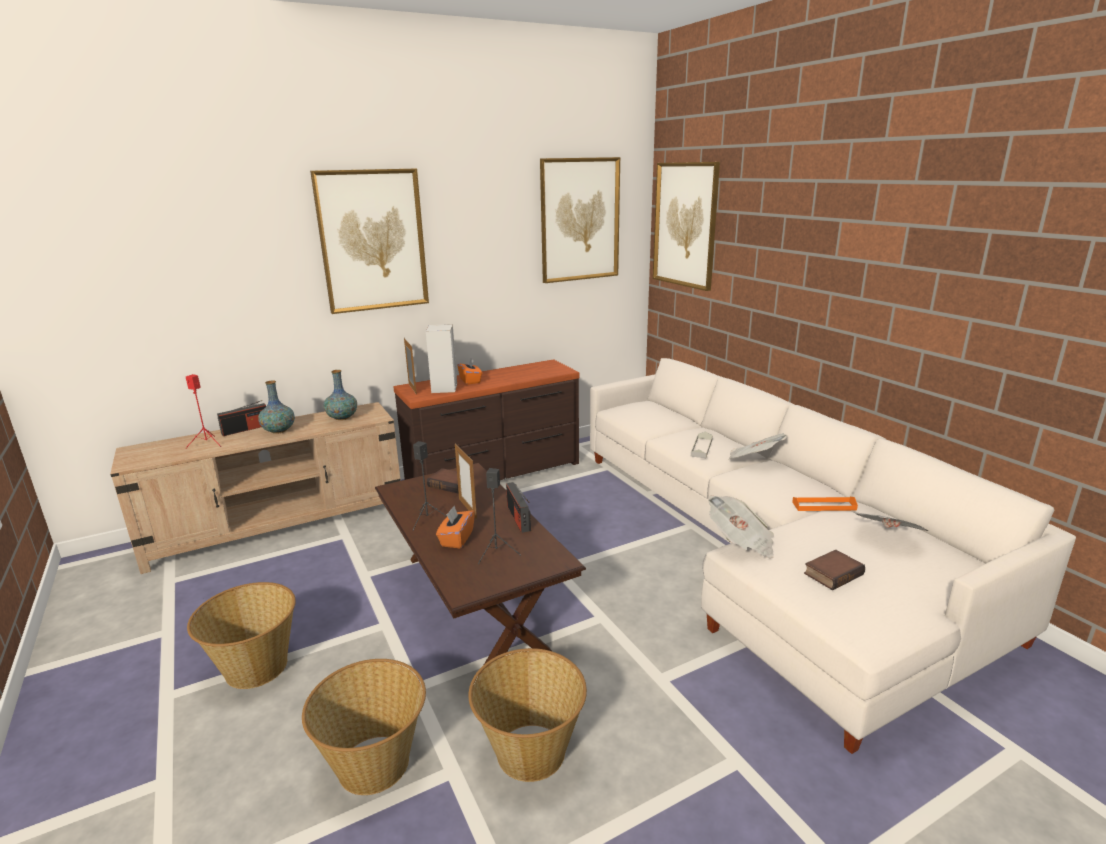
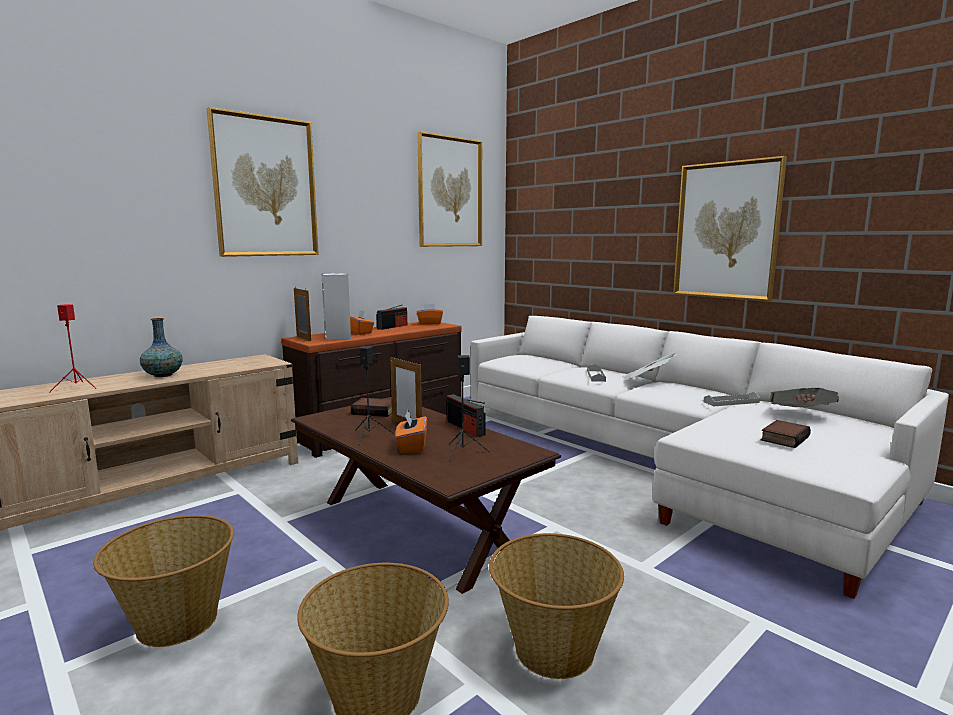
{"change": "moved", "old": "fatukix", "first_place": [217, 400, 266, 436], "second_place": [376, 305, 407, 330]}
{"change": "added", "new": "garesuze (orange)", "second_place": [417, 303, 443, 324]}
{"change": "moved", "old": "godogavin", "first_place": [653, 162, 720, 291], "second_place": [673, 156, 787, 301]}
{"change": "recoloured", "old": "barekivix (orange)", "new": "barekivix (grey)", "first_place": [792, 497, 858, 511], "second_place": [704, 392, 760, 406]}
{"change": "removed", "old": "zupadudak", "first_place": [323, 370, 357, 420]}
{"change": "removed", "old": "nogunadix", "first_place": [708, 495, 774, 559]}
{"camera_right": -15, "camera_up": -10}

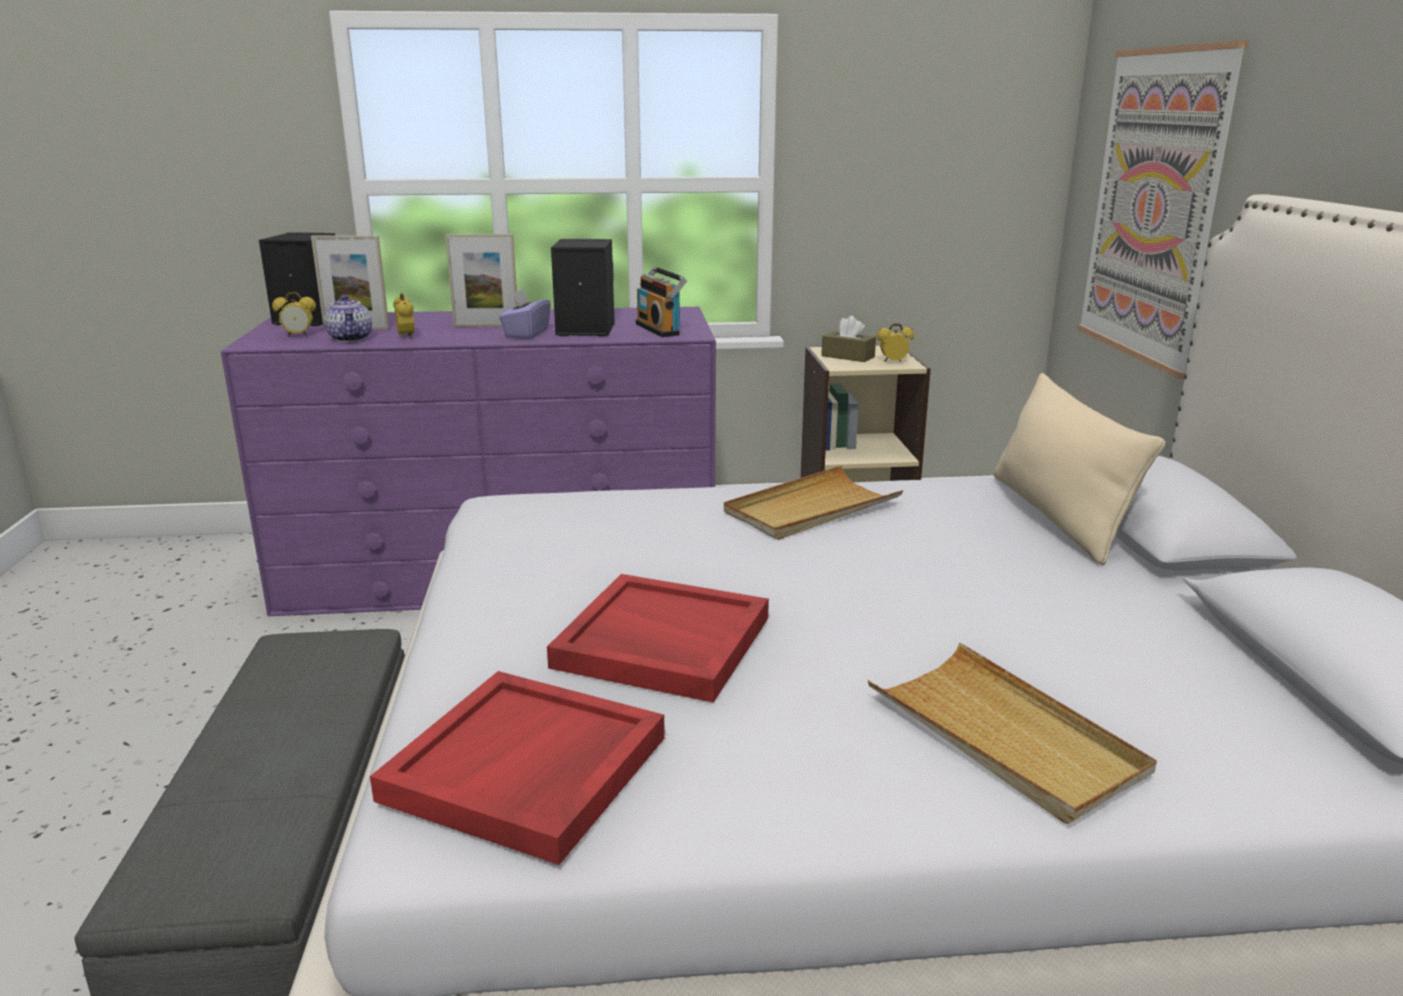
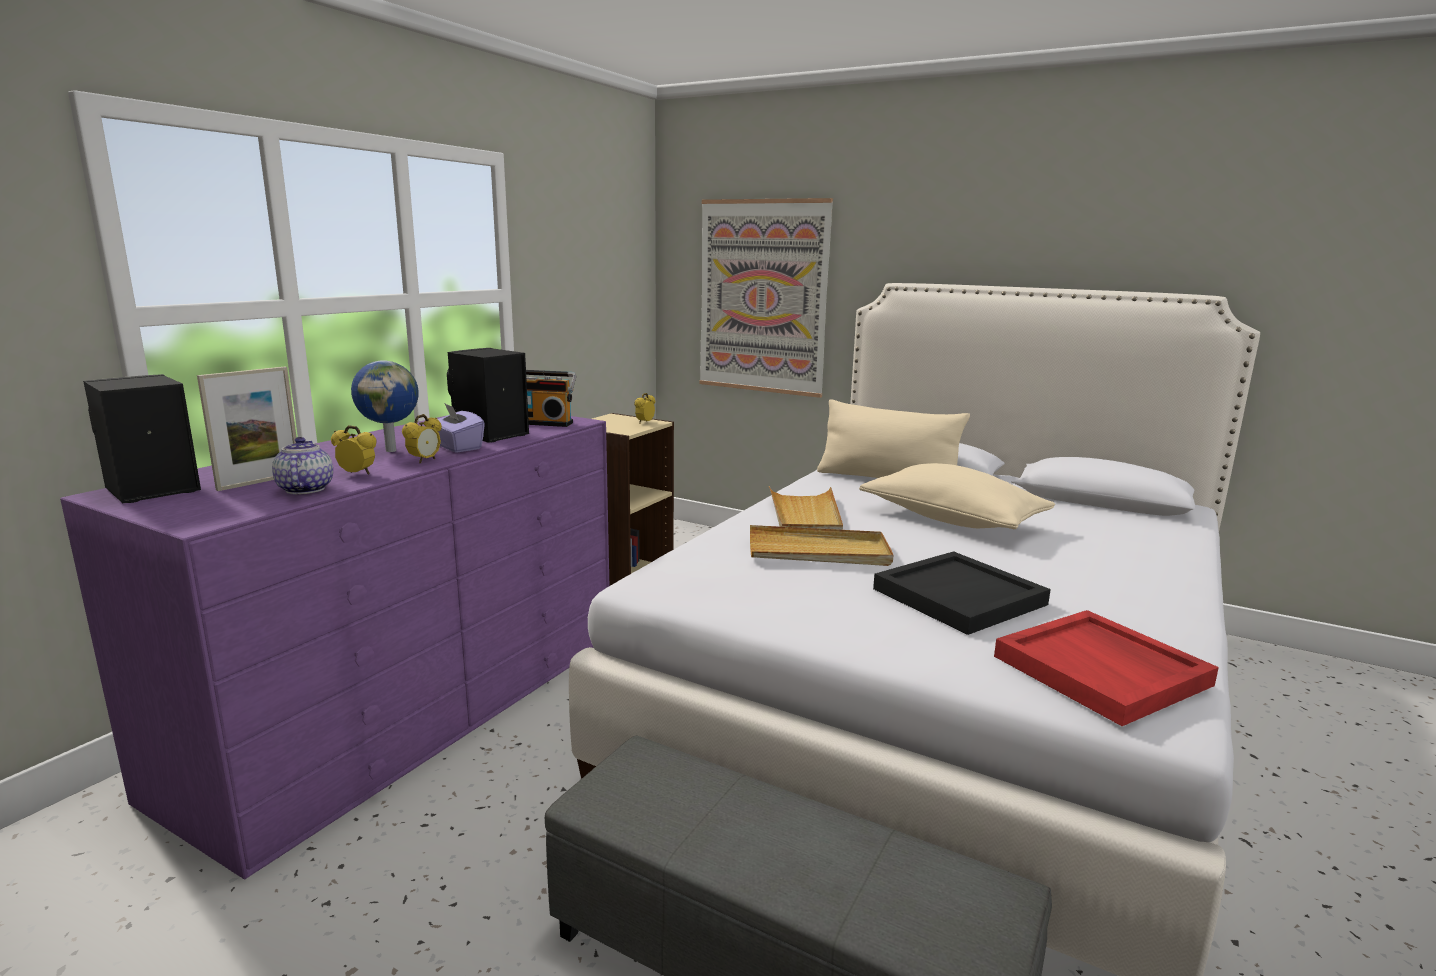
{"change": "turned", "old": "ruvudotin", "first_place": [324, 295, 372, 342], "second_place": [272, 437, 333, 494], "degrees": -120}
{"change": "replaced", "old": "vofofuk", "new": "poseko", "first_place": [445, 234, 518, 327], "second_place": [351, 360, 419, 452]}
{"change": "moved", "old": "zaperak", "first_place": [272, 292, 316, 337], "second_place": [402, 414, 442, 463]}
{"change": "moved", "old": "barekivix (beige)", "first_place": [868, 643, 1157, 824], "second_place": [750, 525, 893, 566]}
{"change": "added", "new": "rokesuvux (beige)", "second_place": [859, 463, 1055, 529]}
{"change": "recoloured", "old": "barekivix (red)", "new": "barekivix (black)", "first_place": [547, 574, 769, 703], "second_place": [873, 551, 1051, 635]}
{"change": "removed", "old": "garesuze (brown)", "first_place": [821, 316, 876, 362]}
{"camera_right": -55, "camera_up": -5}

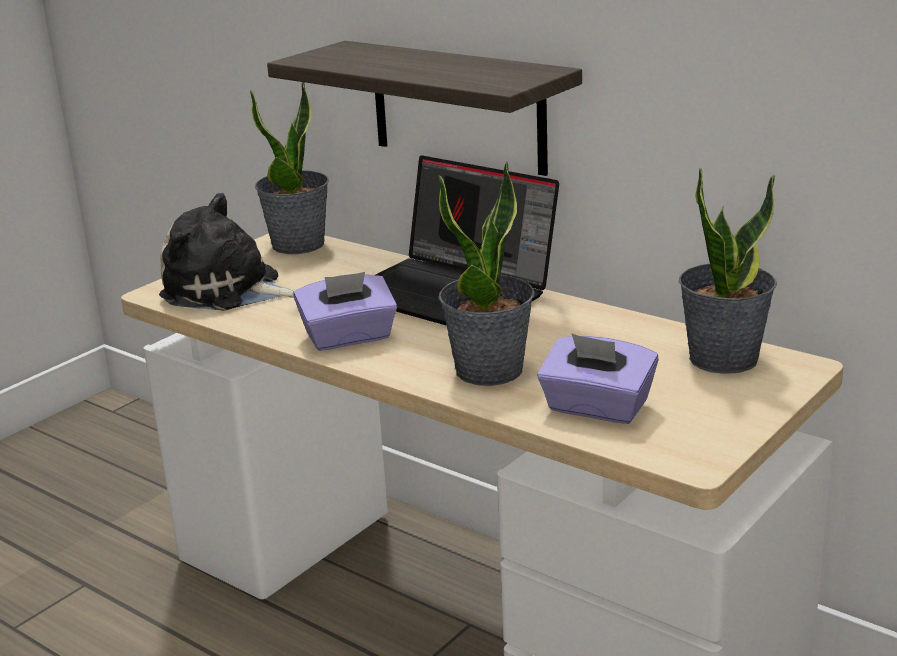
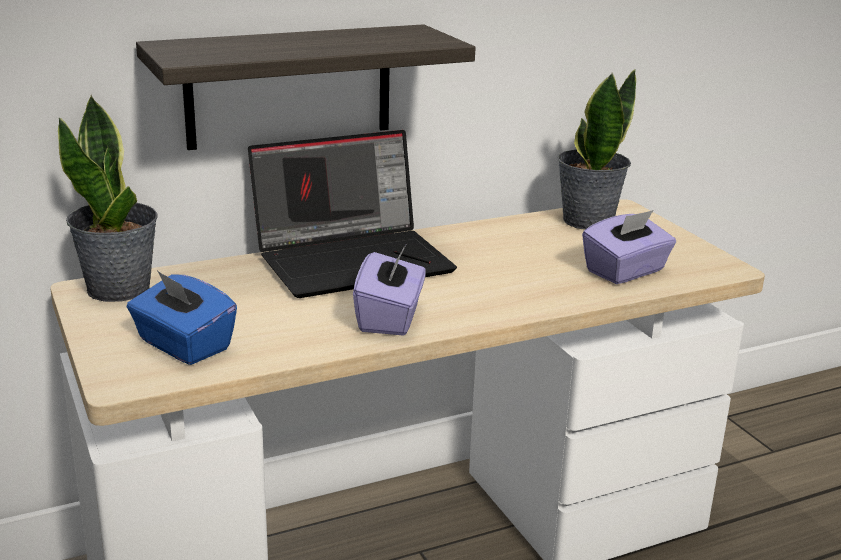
{"change": "replaced", "old": "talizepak", "new": "garesuze (blue)", "first_place": [159, 193, 295, 311], "second_place": [127, 270, 237, 365]}
{"change": "removed", "old": "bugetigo", "first_place": [439, 161, 535, 386]}
{"camera_right": -65, "camera_up": 0}

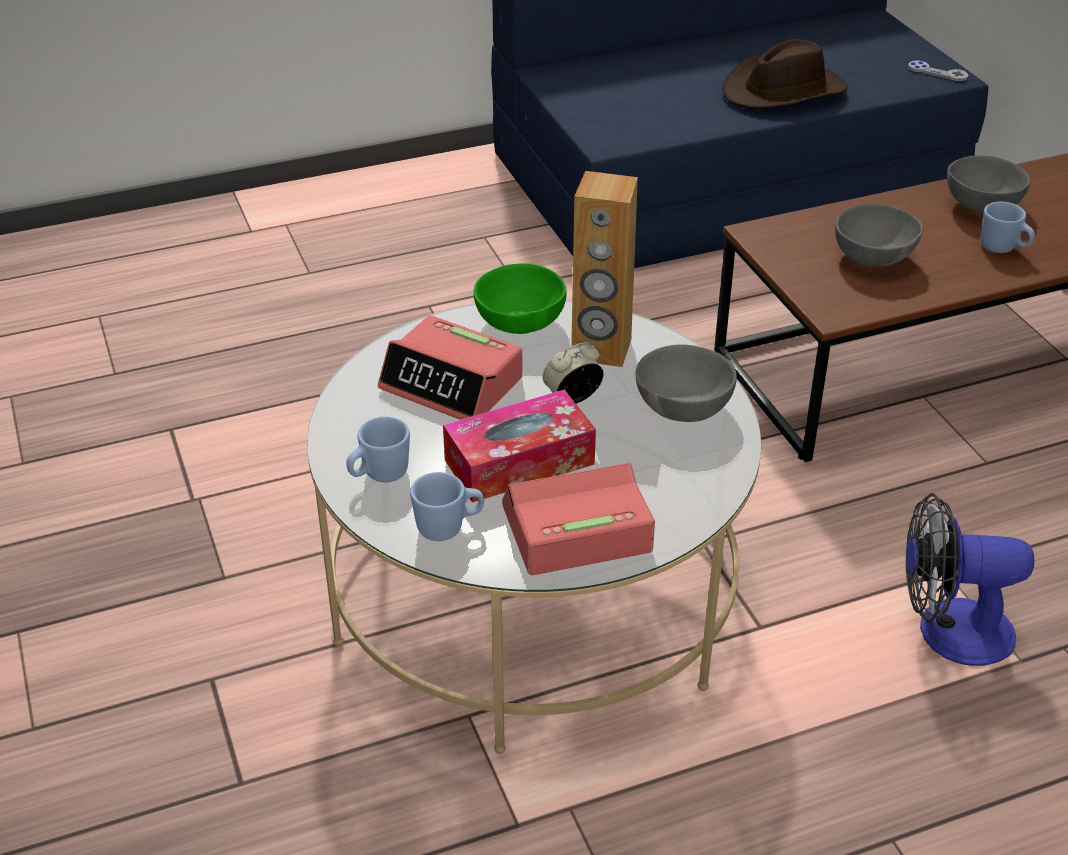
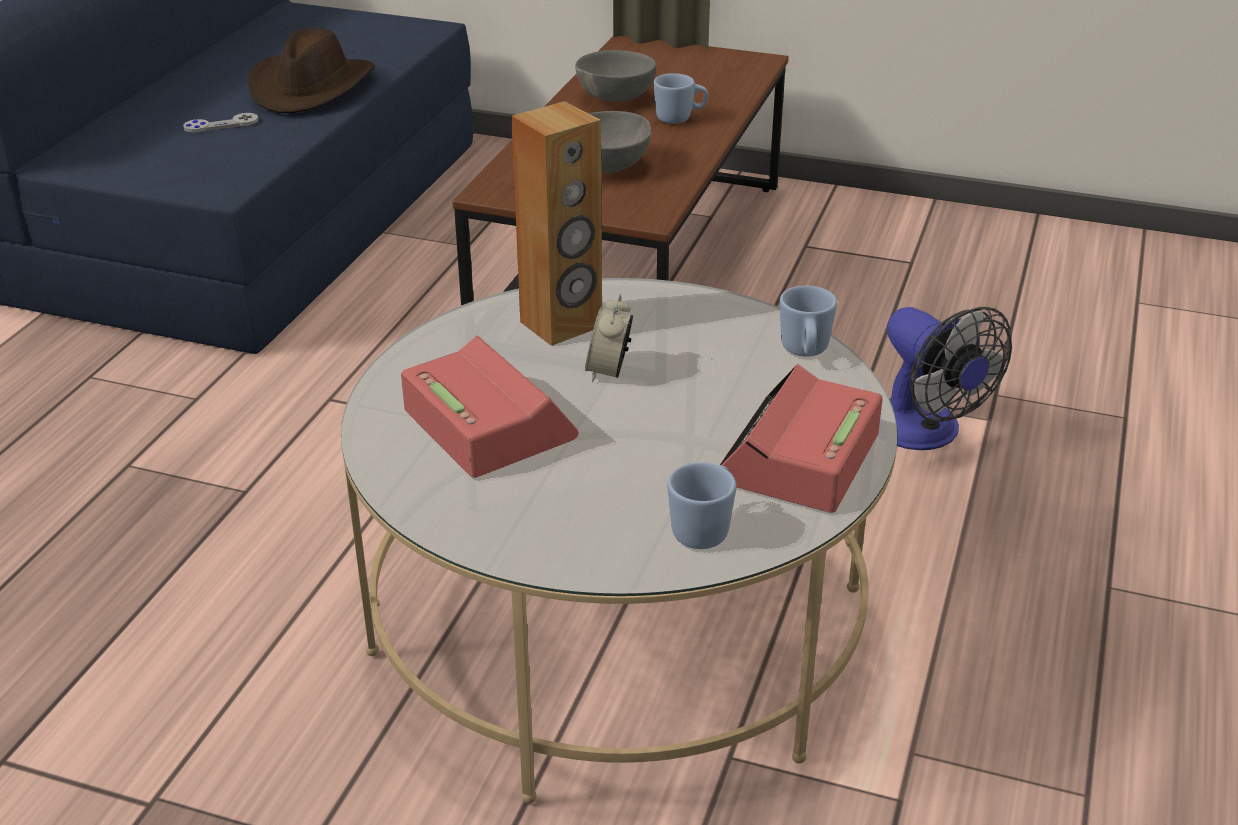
{"change": "moved", "old": "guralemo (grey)", "first_place": [908, 60, 968, 81], "second_place": [183, 113, 258, 133]}
{"change": "turned", "old": "zaperak", "first_place": [378, 315, 523, 420], "second_place": [401, 336, 579, 478], "degrees": -105}
{"change": "moved", "old": "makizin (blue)", "first_place": [346, 416, 410, 482], "second_place": [780, 285, 837, 357]}
{"change": "turned", "old": "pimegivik", "first_place": [906, 493, 1034, 666], "second_place": [887, 307, 1012, 450], "degrees": -75}
{"change": "removed", "old": "garesuze", "first_place": [443, 389, 596, 503]}
{"change": "removed", "old": "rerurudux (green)", "first_place": [474, 263, 567, 334]}
{"change": "removed", "old": "rerurudux (grey)", "first_place": [636, 344, 737, 422]}
{"camera_right": -50, "camera_up": -5}

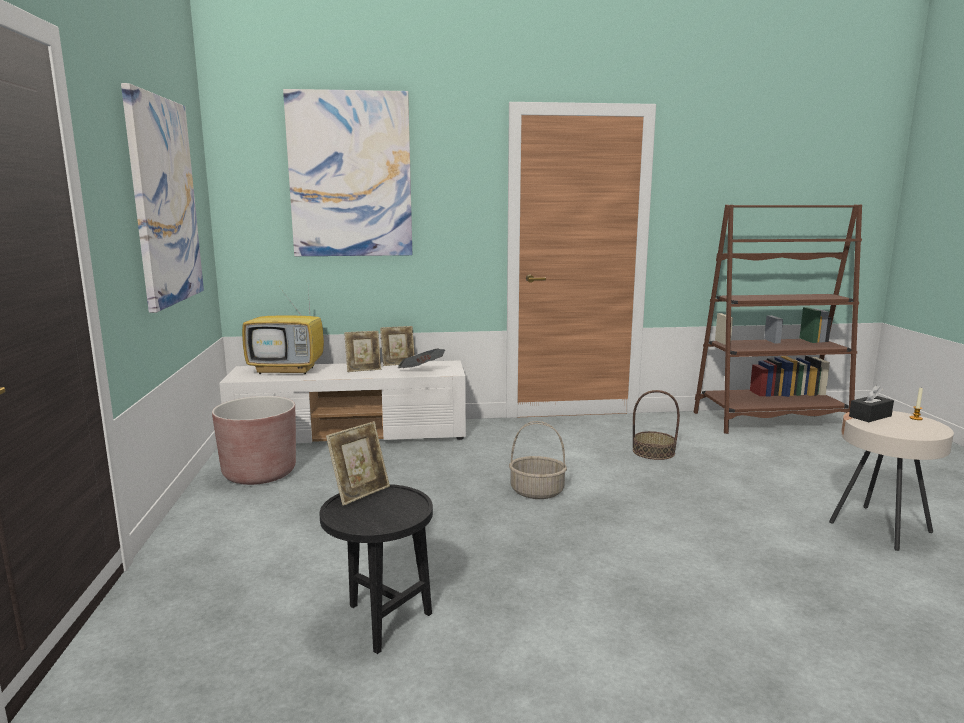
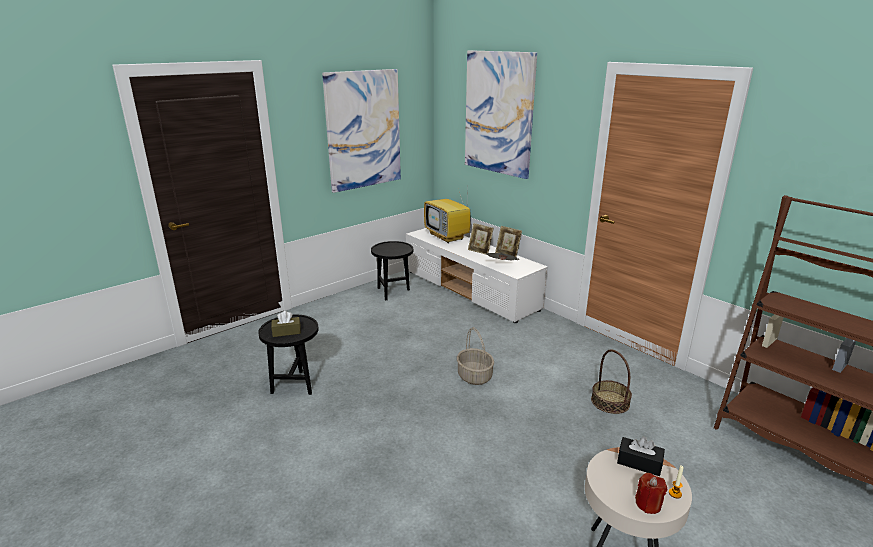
{"change": "added", "new": "garesuze (brown)", "second_place": [271, 311, 301, 337]}
{"change": "replaced", "old": "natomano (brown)", "new": "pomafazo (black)", "first_place": [212, 396, 296, 485], "second_place": [371, 241, 413, 300]}
{"change": "added", "new": "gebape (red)", "second_place": [635, 473, 667, 514]}
{"change": "removed", "old": "vofofuk", "first_place": [326, 421, 390, 506]}
{"camera_right": 55, "camera_up": 10}

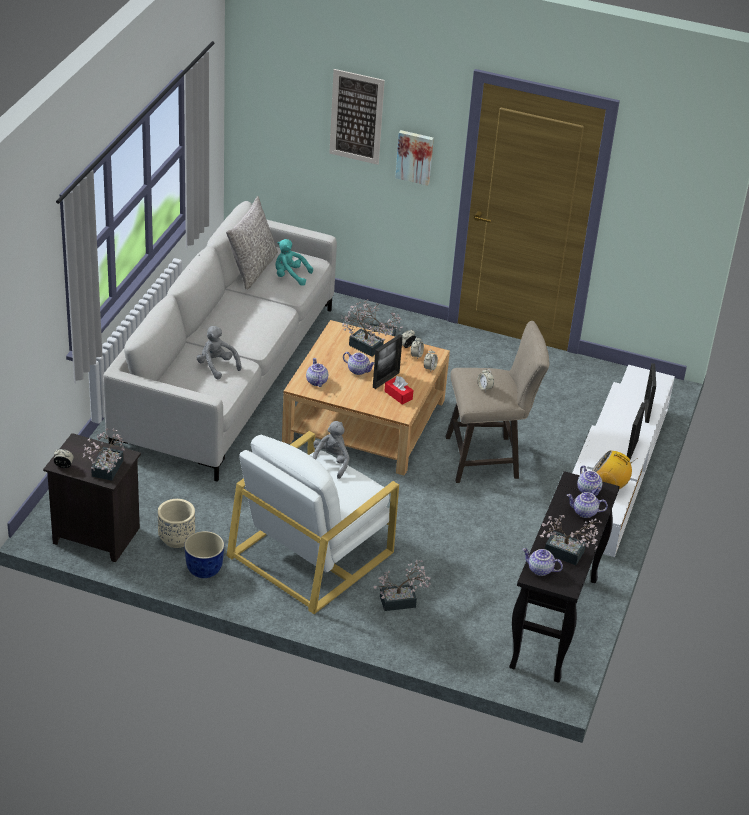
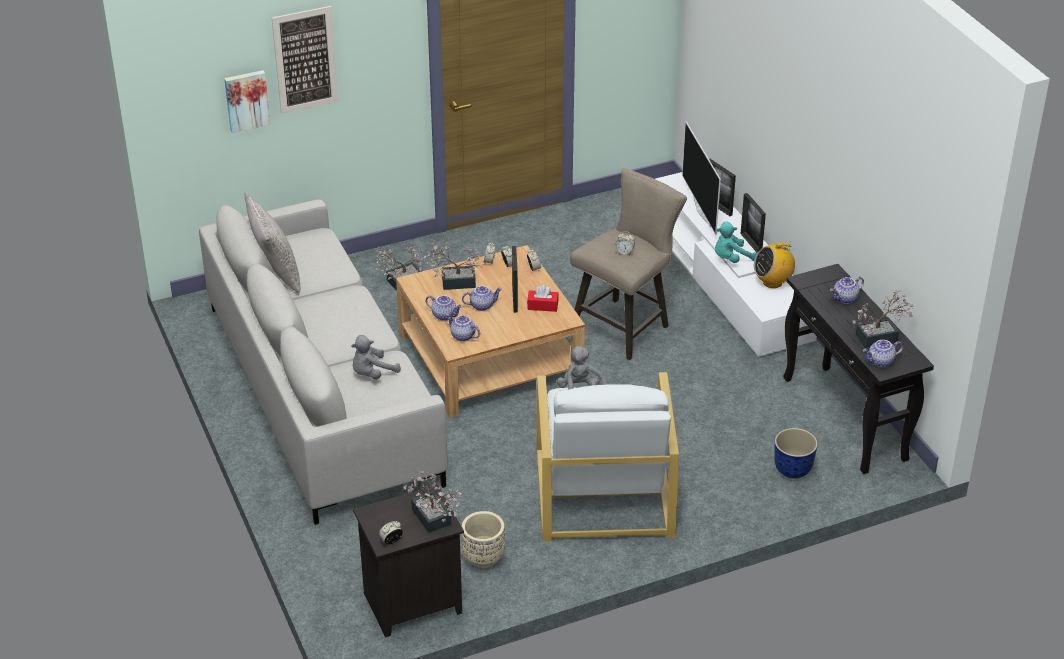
{"change": "moved", "old": "godogavin", "first_place": [395, 130, 434, 186], "second_place": [224, 70, 270, 133]}
{"change": "turned", "old": "talizepak (grey)", "first_place": [197, 326, 241, 380], "second_place": [351, 335, 401, 380], "degrees": -45}
{"change": "moved", "old": "ruvudotin", "first_place": [577, 465, 602, 496], "second_place": [426, 295, 462, 321]}
{"change": "added", "new": "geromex", "second_place": [682, 121, 721, 235]}
{"change": "moved", "old": "talizepak (turquoise)", "first_place": [275, 239, 313, 286], "second_place": [715, 221, 757, 263]}
{"change": "moved", "old": "natomano", "first_place": [184, 531, 224, 578], "second_place": [774, 428, 818, 478]}
{"change": "removed", "old": "bugetigo", "first_place": [374, 560, 431, 611]}
{"camera_right": -40, "camera_up": 0}

